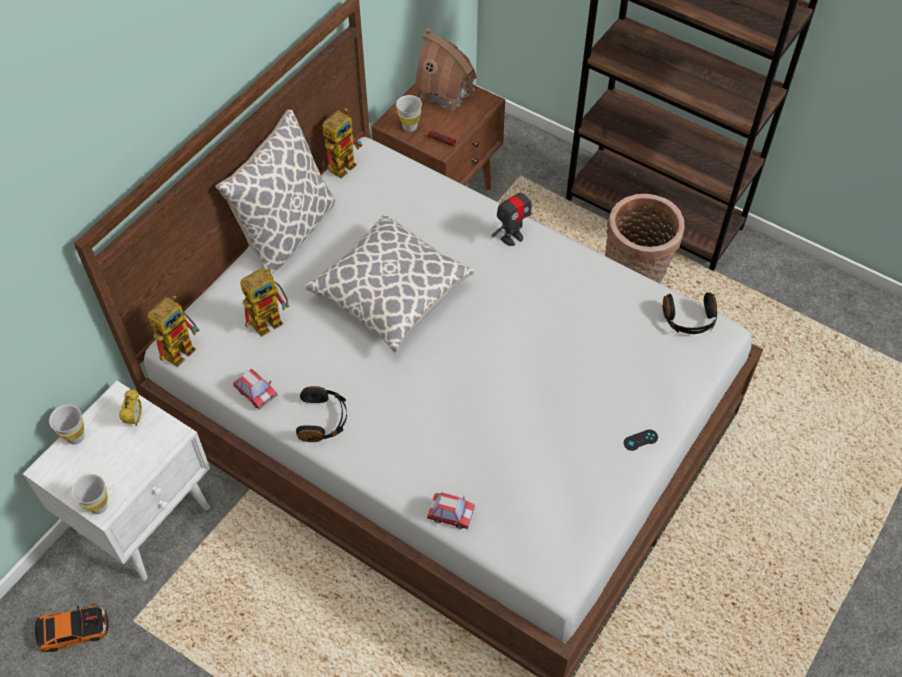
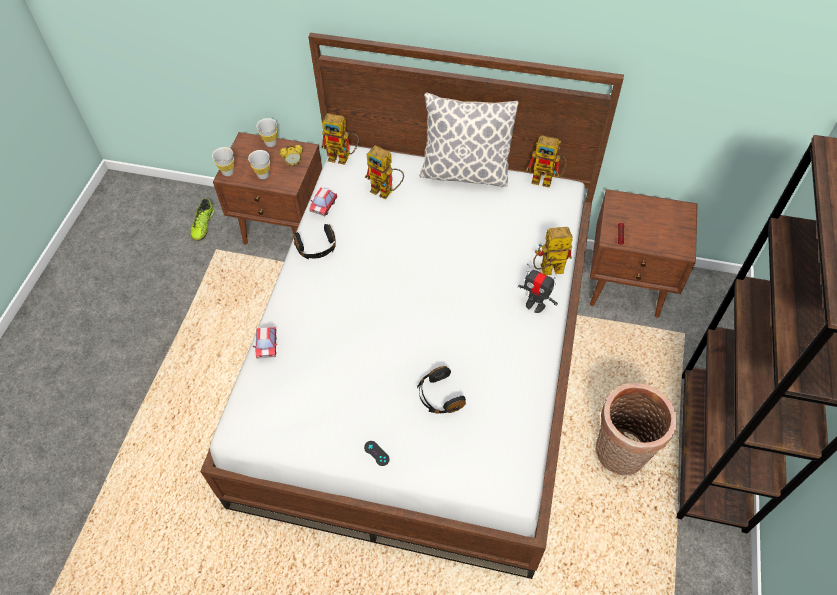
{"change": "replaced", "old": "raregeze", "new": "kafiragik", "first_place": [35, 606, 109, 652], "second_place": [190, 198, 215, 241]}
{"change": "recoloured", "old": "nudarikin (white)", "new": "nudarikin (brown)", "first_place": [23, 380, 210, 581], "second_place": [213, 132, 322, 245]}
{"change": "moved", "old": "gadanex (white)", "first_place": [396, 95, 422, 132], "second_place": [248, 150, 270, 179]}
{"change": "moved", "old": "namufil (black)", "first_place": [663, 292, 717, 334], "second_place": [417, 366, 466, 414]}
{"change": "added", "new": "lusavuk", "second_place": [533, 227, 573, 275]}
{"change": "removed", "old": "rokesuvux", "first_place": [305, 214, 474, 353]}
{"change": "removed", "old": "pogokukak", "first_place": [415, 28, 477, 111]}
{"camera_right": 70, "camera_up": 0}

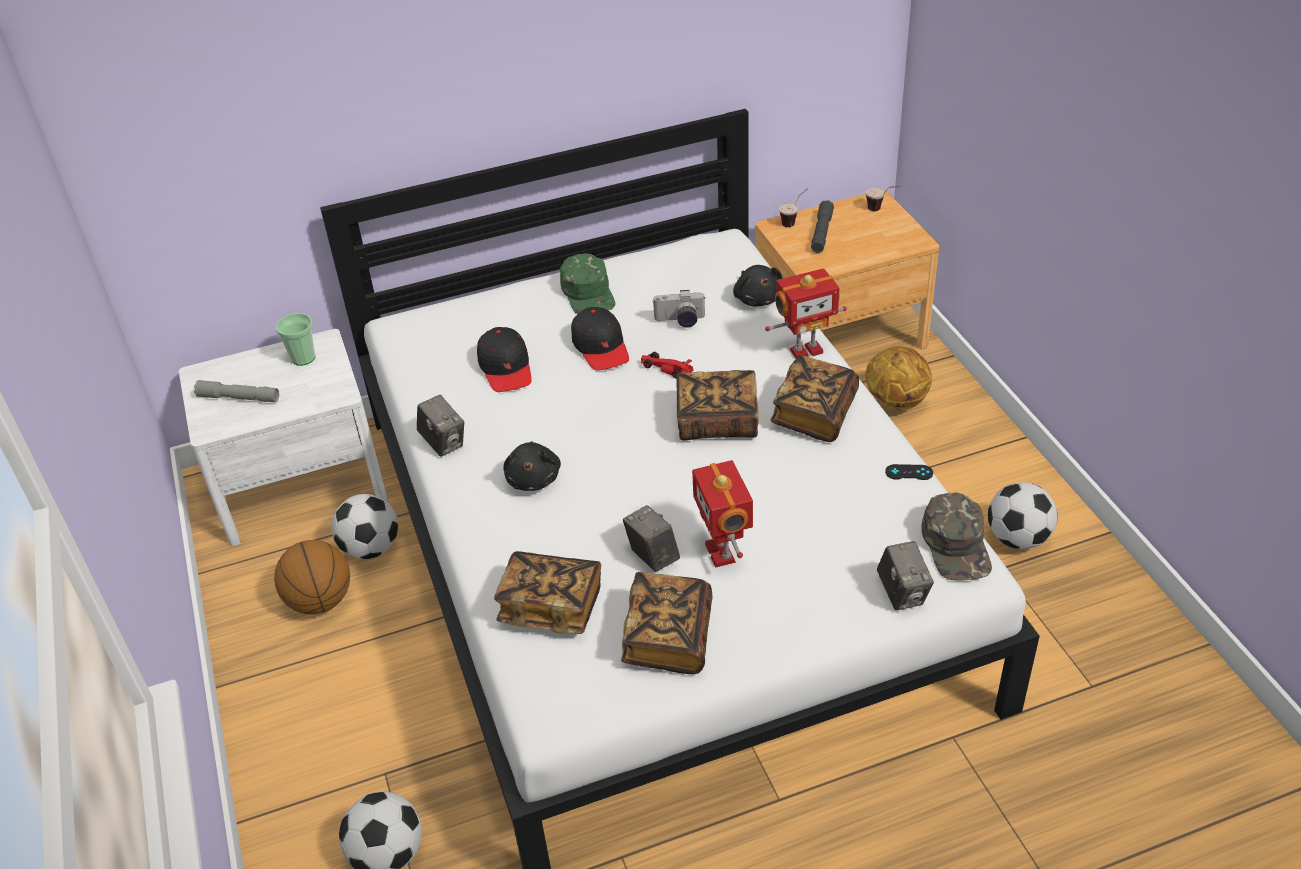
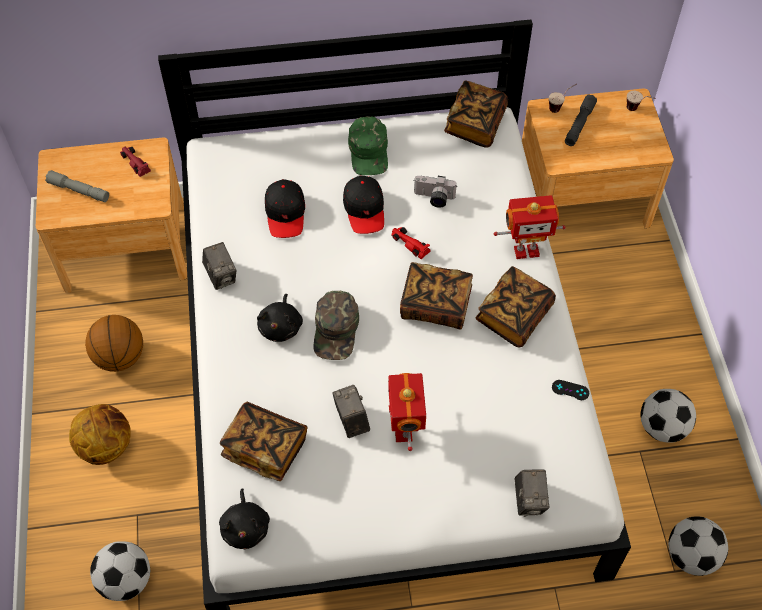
{"change": "recoloured", "old": "nudarikin (white)", "new": "nudarikin (brown)", "first_place": [179, 329, 387, 546], "second_place": [36, 138, 187, 293]}
{"change": "moved", "old": "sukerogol", "first_place": [865, 346, 932, 411], "second_place": [69, 404, 131, 465]}
{"change": "replaced", "old": "gadanex", "new": "raregeze (red)", "first_place": [276, 313, 315, 366], "second_place": [120, 147, 151, 177]}
{"change": "moved", "old": "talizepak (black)", "first_place": [733, 265, 782, 306], "second_place": [219, 488, 270, 549]}
{"change": "moved", "old": "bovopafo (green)", "first_place": [921, 493, 992, 581], "second_place": [314, 291, 359, 360]}
{"change": "moved", "old": "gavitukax", "first_place": [621, 572, 713, 674], "second_place": [444, 81, 508, 148]}
{"change": "moved", "old": "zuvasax", "first_place": [332, 494, 398, 559], "second_place": [668, 516, 728, 576]}
{"camera_right": 10, "camera_up": 15}

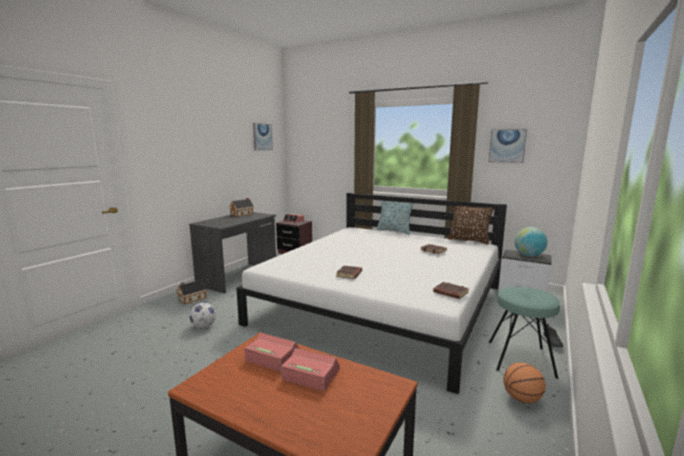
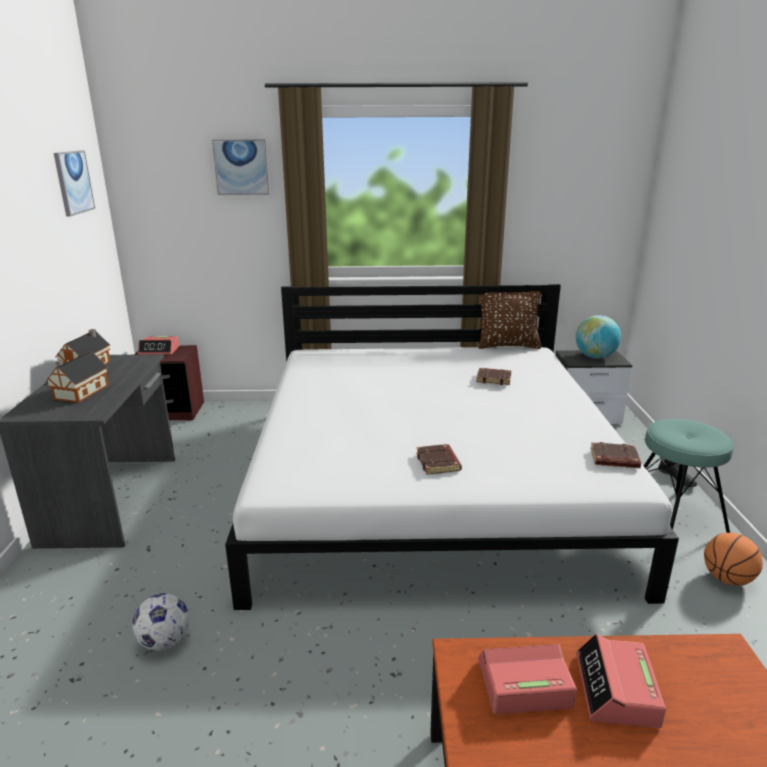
{"change": "moved", "old": "pogokukak", "first_place": [177, 280, 206, 304], "second_place": [46, 351, 109, 403]}
{"change": "moved", "old": "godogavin", "first_place": [489, 129, 527, 163], "second_place": [212, 139, 270, 195]}
{"change": "turned", "old": "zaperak", "first_place": [281, 348, 340, 391], "second_place": [576, 634, 666, 728], "degrees": -75}
{"change": "removed", "old": "rokesuvux", "first_place": [376, 201, 414, 234]}
{"camera_right": -30, "camera_up": 10}

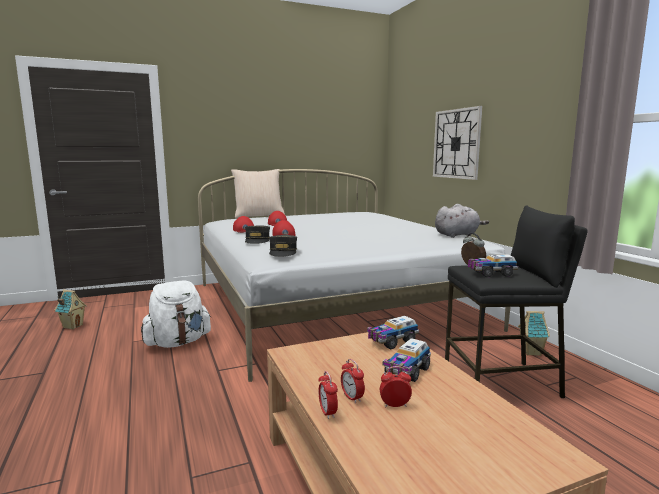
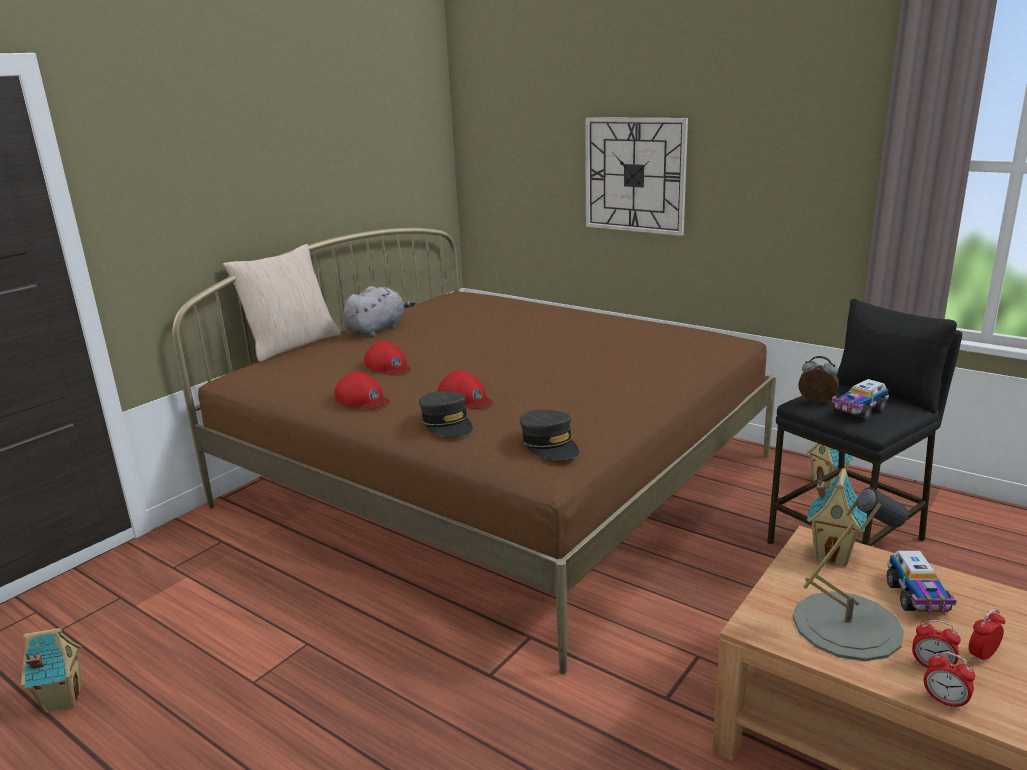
{"change": "recoloured", "old": "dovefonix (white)", "new": "dovefonix (brown)", "first_place": [198, 169, 511, 382], "second_place": [172, 228, 776, 674]}
{"change": "moved", "old": "talizepak (grey)", "first_place": [435, 204, 489, 238], "second_place": [343, 286, 415, 337]}
{"change": "added", "new": "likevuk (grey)", "second_place": [793, 487, 908, 661]}
{"change": "replaced", "old": "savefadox", "new": "pogokukak", "first_place": [367, 316, 419, 350], "second_place": [806, 468, 867, 566]}
{"change": "removed", "old": "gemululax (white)", "first_place": [141, 281, 212, 348]}
{"camera_right": -30, "camera_up": 10}

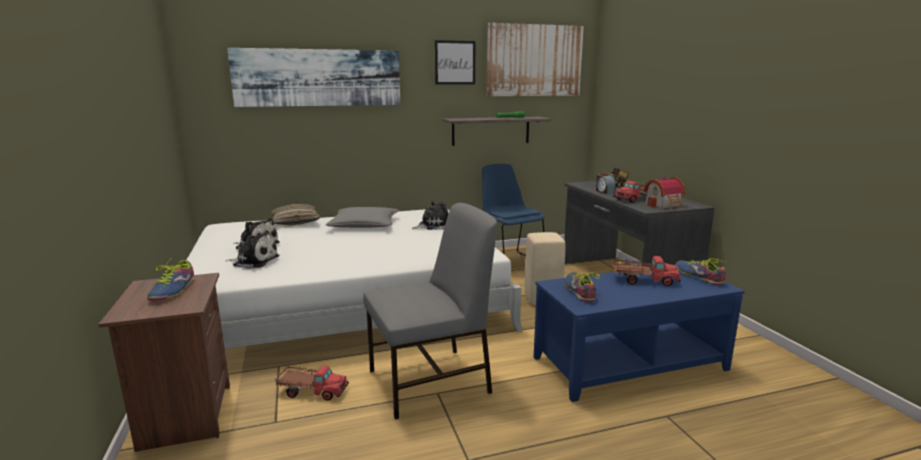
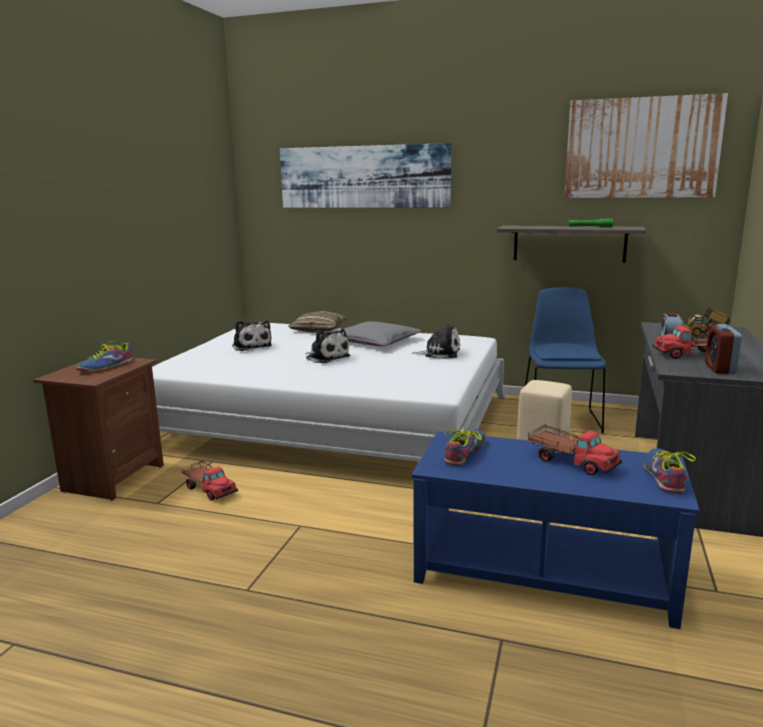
{"change": "moved", "old": "talizepak", "first_place": [226, 230, 279, 269], "second_place": [305, 329, 350, 363]}
{"change": "replaced", "old": "pogokukak", "new": "zaperak", "first_place": [643, 175, 686, 209], "second_place": [705, 324, 742, 374]}
{"change": "removed", "old": "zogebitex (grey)", "first_place": [363, 203, 497, 419]}
{"change": "removed", "old": "godogavin", "first_place": [435, 40, 476, 84]}
{"camera_right": 35, "camera_up": 0}

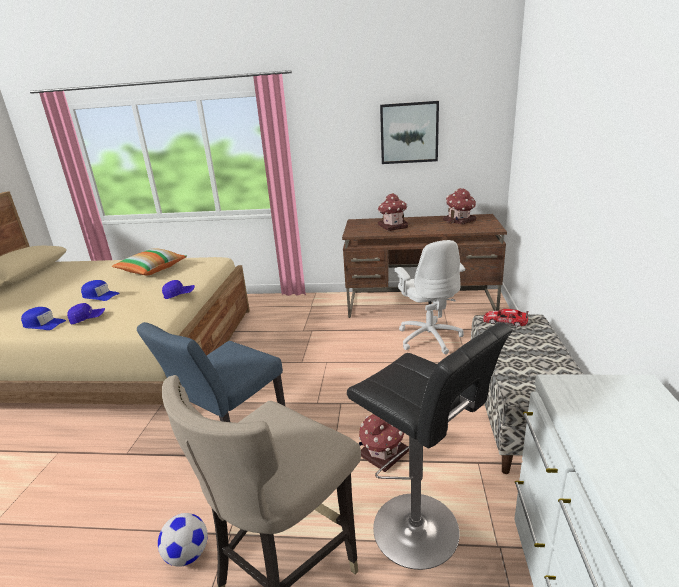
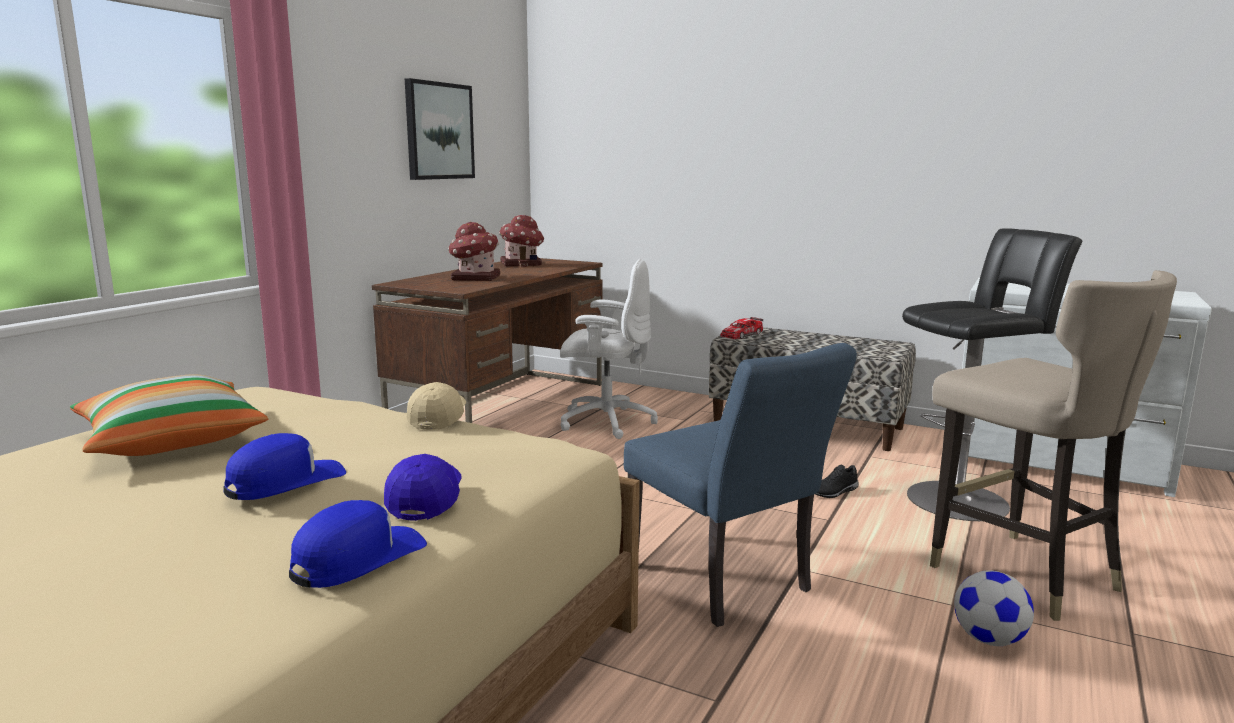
{"change": "recoloured", "old": "bovopafo (blue)", "new": "bovopafo (beige)", "first_place": [162, 280, 195, 299], "second_place": [407, 382, 466, 430]}
{"change": "replaced", "old": "pogokukak", "new": "kafiragik (black)", "first_place": [359, 414, 409, 472], "second_place": [815, 465, 859, 498]}
{"camera_right": -70, "camera_up": -10}

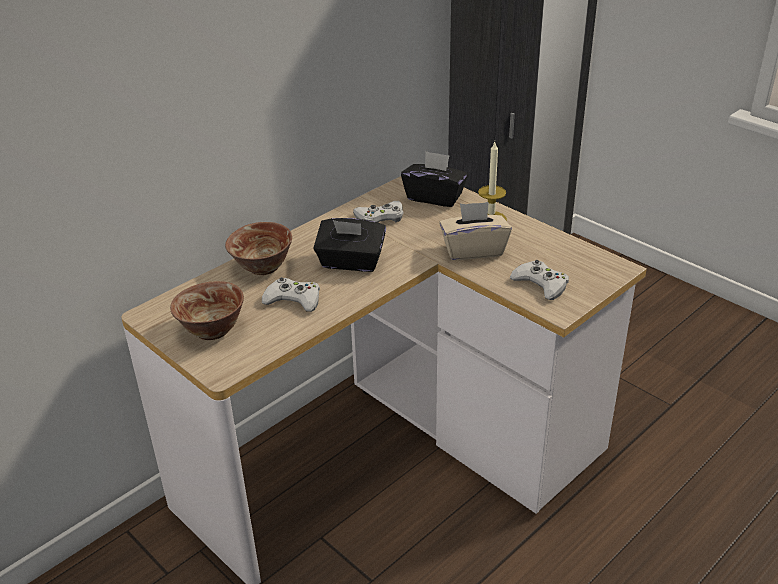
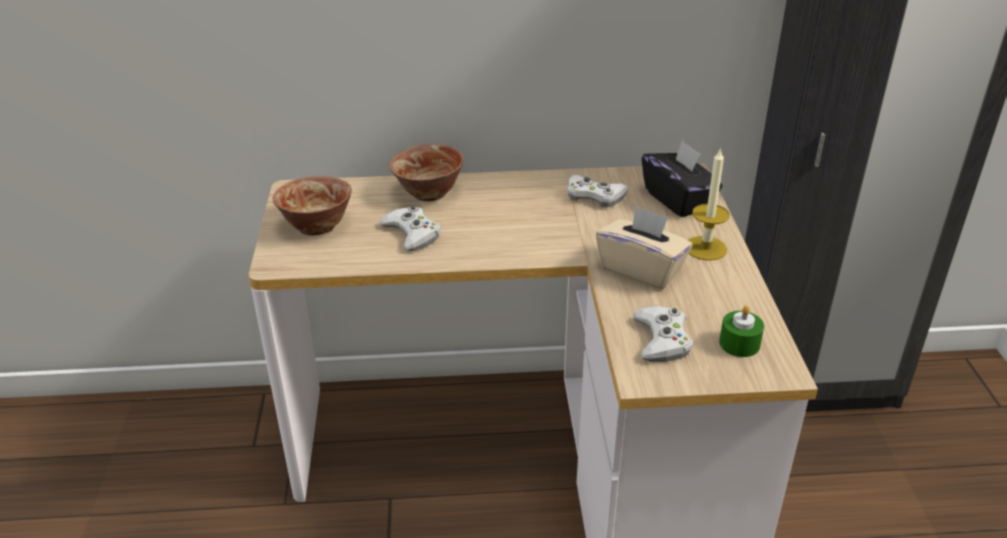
{"change": "added", "new": "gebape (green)", "second_place": [719, 305, 764, 357]}
{"change": "removed", "old": "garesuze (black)", "first_place": [313, 218, 386, 272]}
{"camera_right": 40, "camera_up": 0}

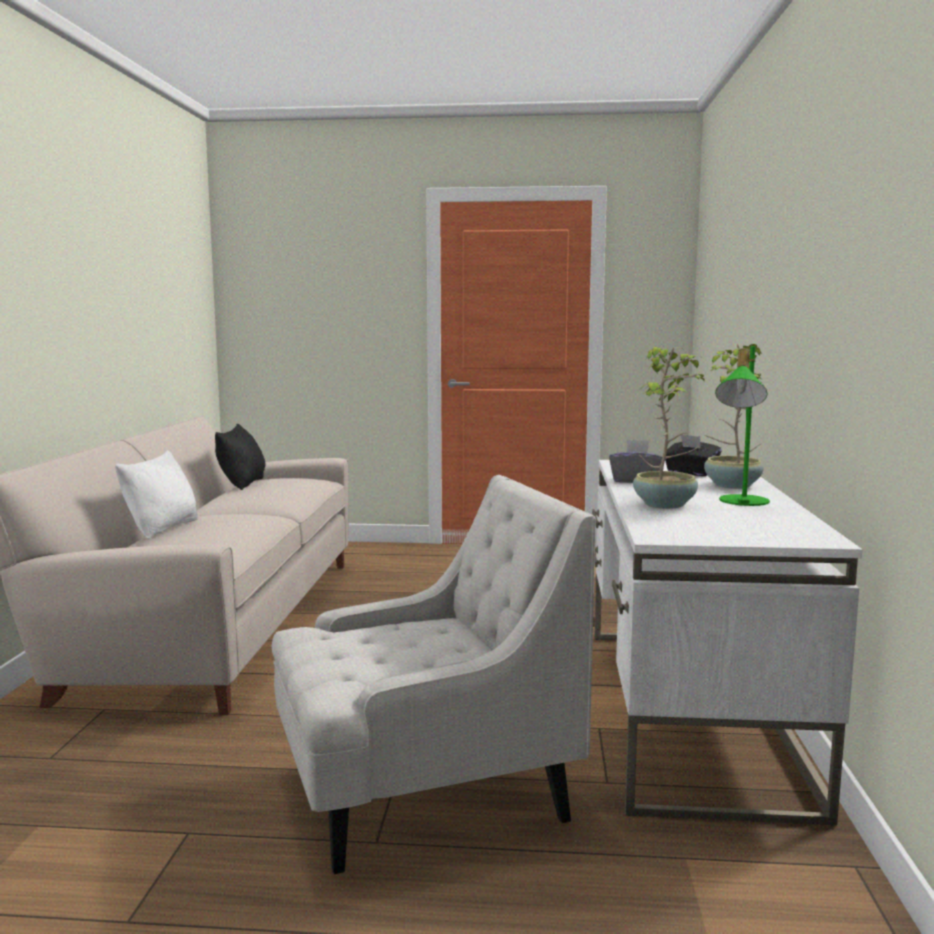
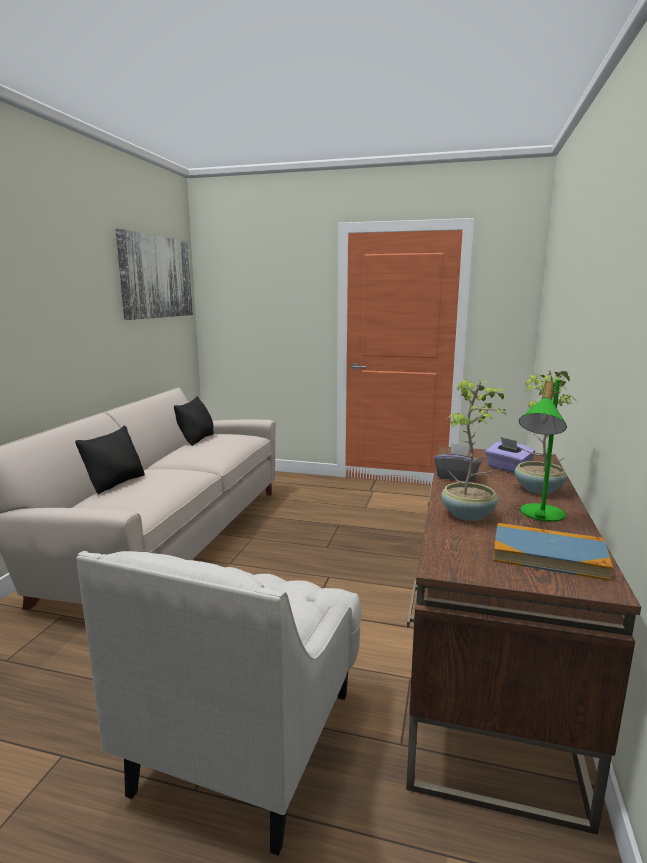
{"change": "recoloured", "old": "rokesuvux (white)", "new": "rokesuvux (black)", "first_place": [115, 450, 198, 539], "second_place": [75, 425, 145, 494]}
{"change": "turned", "old": "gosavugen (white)", "first_place": [272, 475, 596, 874], "second_place": [76, 551, 361, 856], "degrees": 120}
{"change": "added", "new": "godogavin", "second_place": [115, 229, 193, 320]}
{"change": "recoloured", "old": "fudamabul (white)", "new": "fudamabul (brown)", "first_place": [592, 460, 862, 825], "second_place": [406, 446, 641, 835]}
{"change": "recoloured", "old": "garesuze (black)", "new": "garesuze (purple)", "first_place": [665, 435, 722, 476], "second_place": [485, 437, 535, 473]}
{"change": "added", "new": "gavitukax", "second_place": [493, 523, 613, 581]}
{"camera_right": 10, "camera_up": 5}

